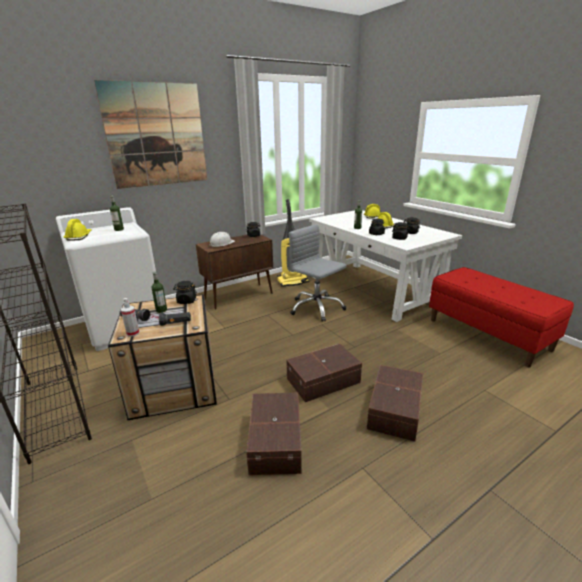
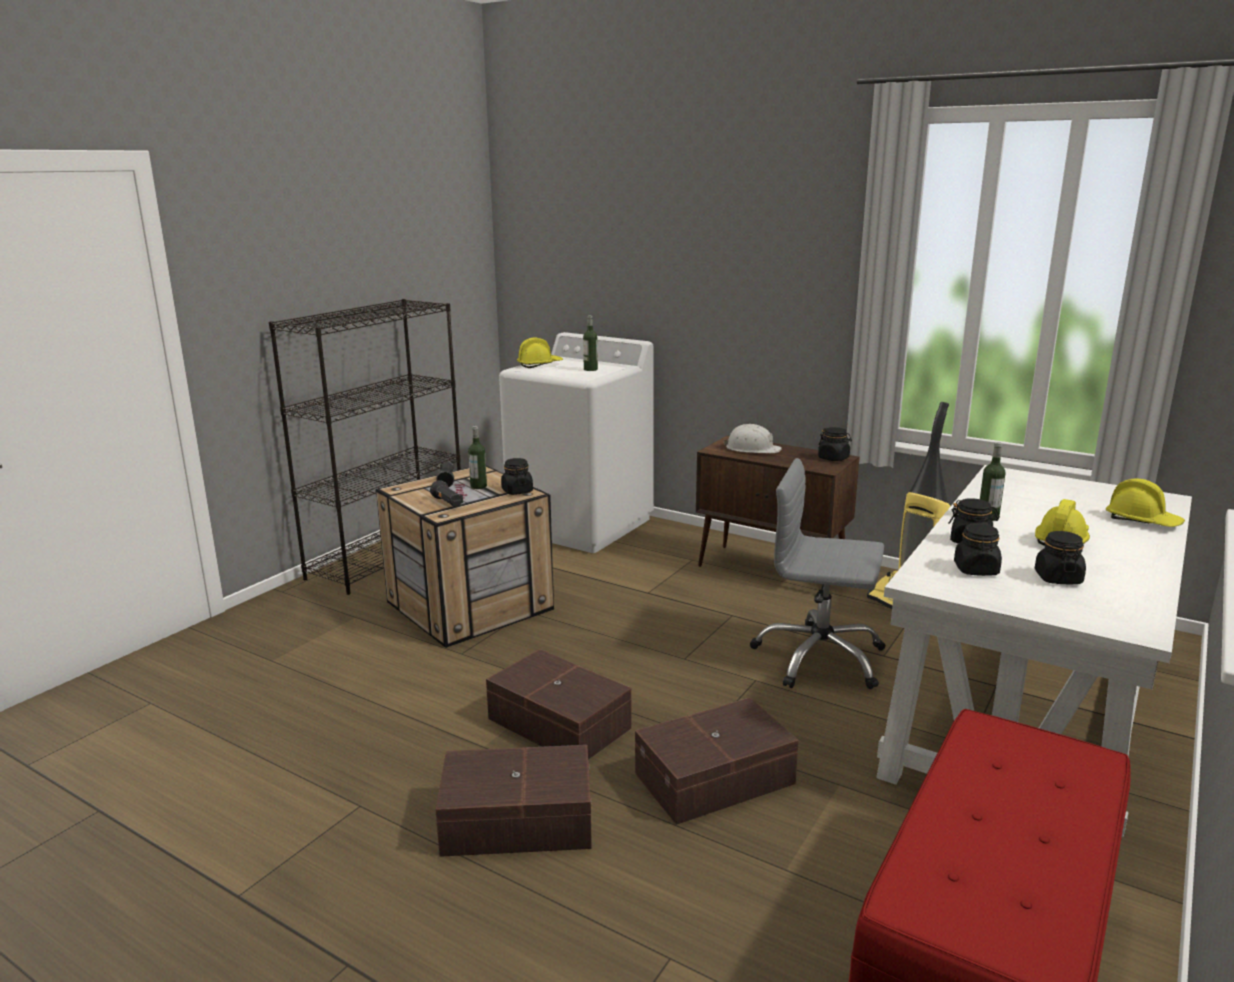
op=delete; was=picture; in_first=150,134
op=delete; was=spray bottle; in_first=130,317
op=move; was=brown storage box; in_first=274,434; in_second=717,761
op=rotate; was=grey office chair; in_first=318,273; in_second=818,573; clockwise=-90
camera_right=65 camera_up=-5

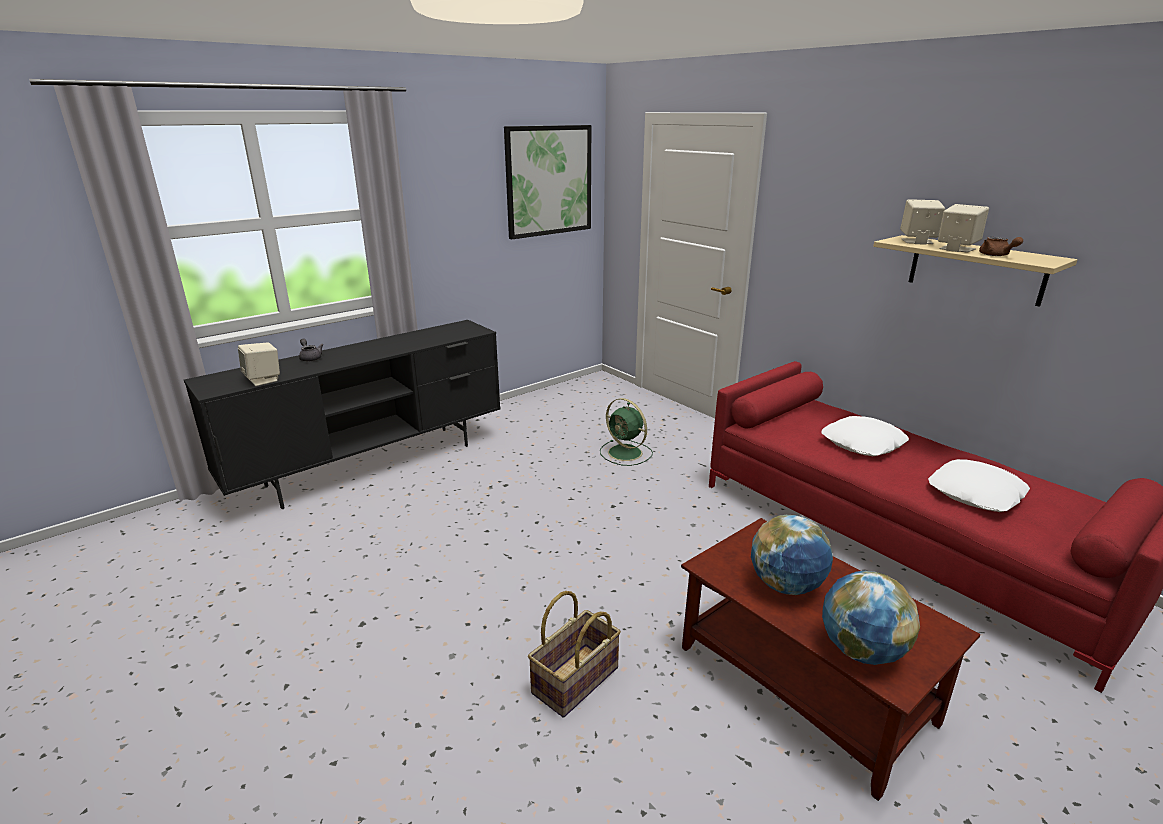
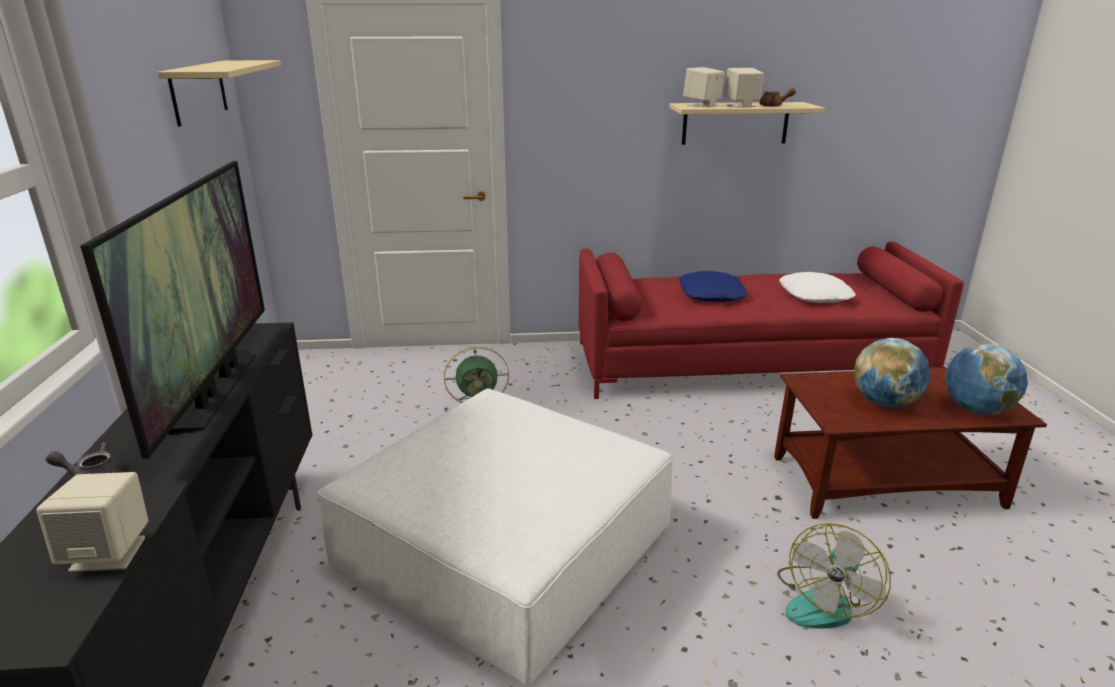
op=replace; was=picture; now=beige shelf; in_first=547,182; in_second=219,93
op=replace; was=basket; now=fan; in_first=574,654; in_second=834,576
op=recolor; was=white pillow; now=blue pillow; in_first=865,436; in_second=713,286
op=insert; now=television; in_second=172,310
op=insert; now=white ottoman; in_second=495,537
camera_right=-55 camera_up=0

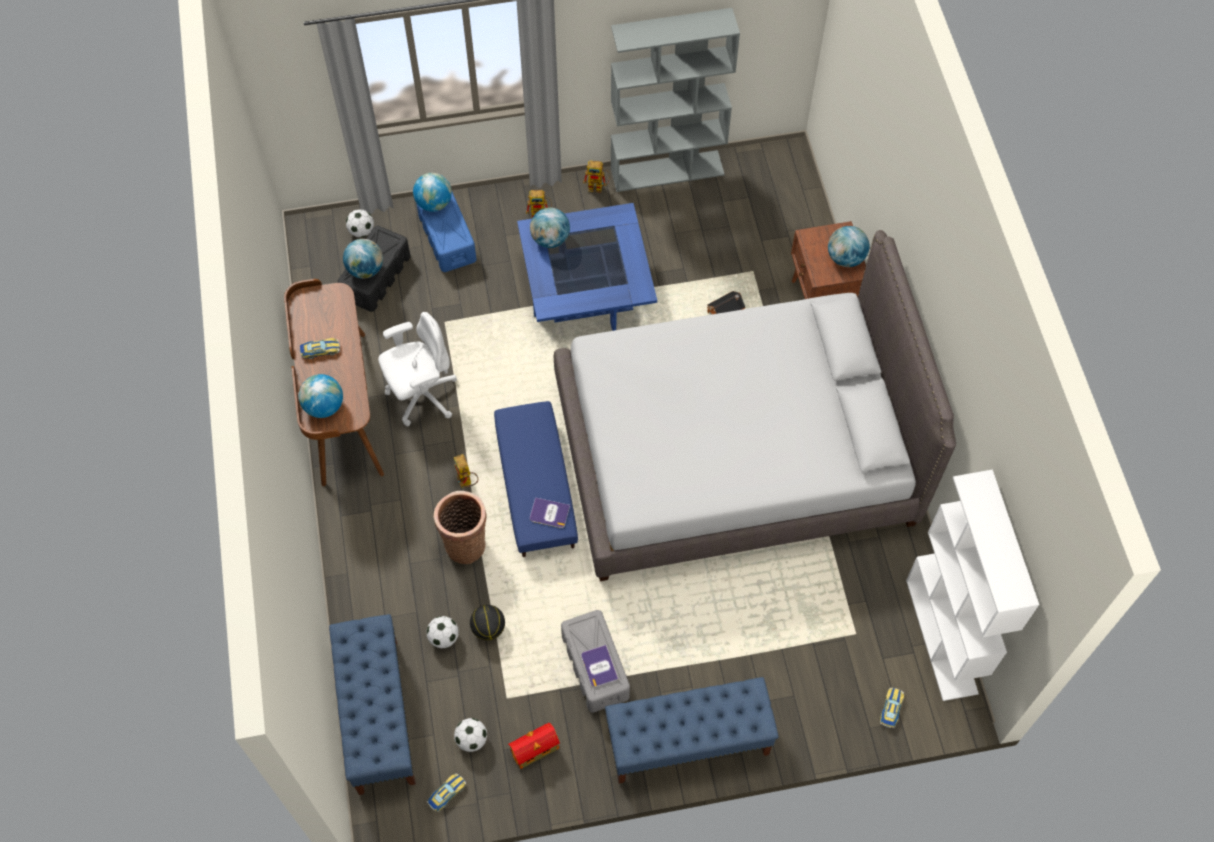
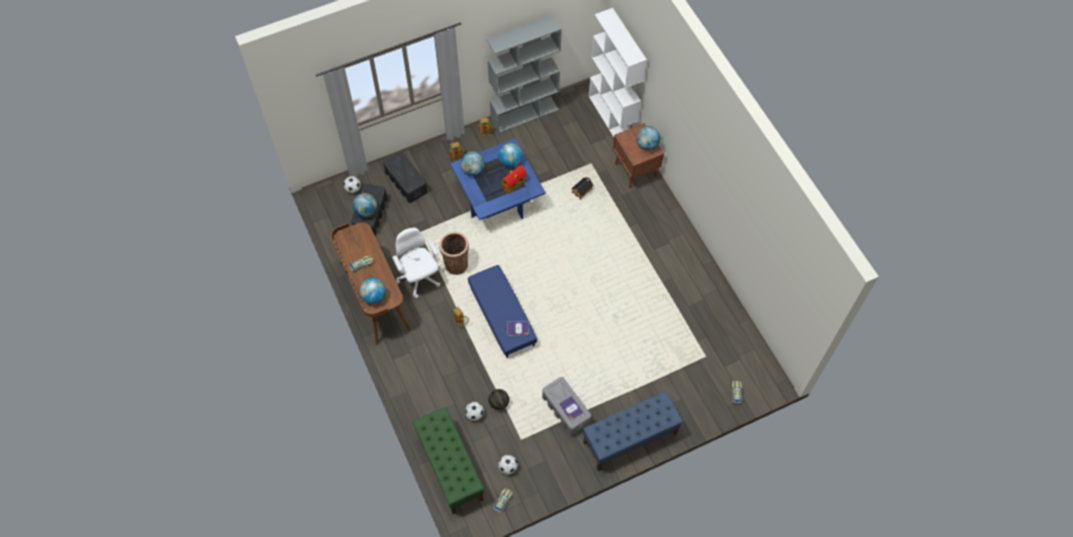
op=recolor; was=blue bench; now=green bench; in_first=372,704; in_second=448,460
op=rotate; was=white office chair; in_first=417,369; in_second=416,263; clockwise=-75
op=move; was=globe; in_first=432,192; in_second=510,155
op=recolor; was=blue storage box; now=black storage box; in_first=446,232; in_second=405,177
op=move; was=basket; in_first=460,527; in_second=454,253
op=move; was=toy house; in_first=534,746; in_second=514,179
op=delete; was=grey bed; in_first=755,405
op=move; was=white bookcase; in_first=972,585; in_second=618,72
camera_right=-15 camera_up=0

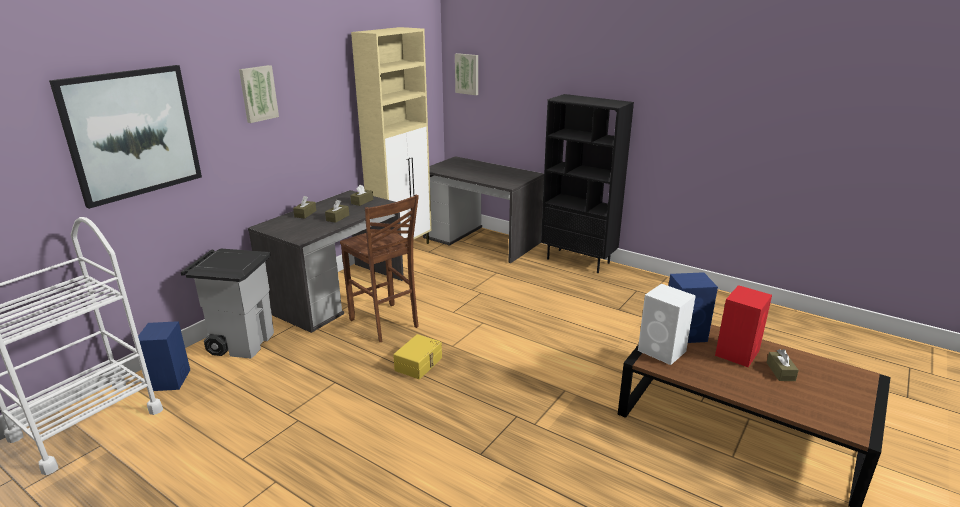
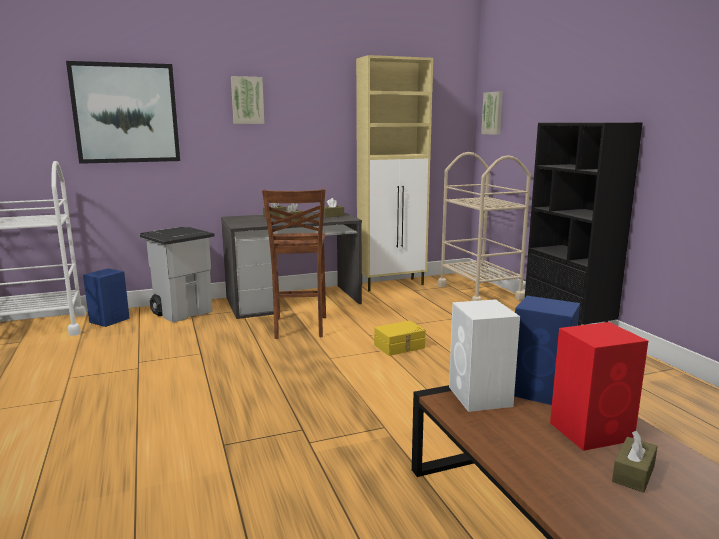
op=move; was=yellow storage box; in_first=417,356; in_second=400,338
op=replace; was=grey desk; now=beige cart; in_first=483,209; in_second=484,226
camera_right=35 camera_up=-10

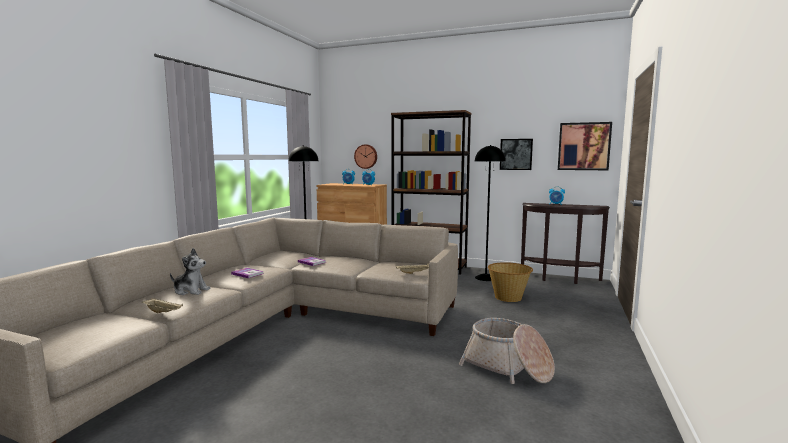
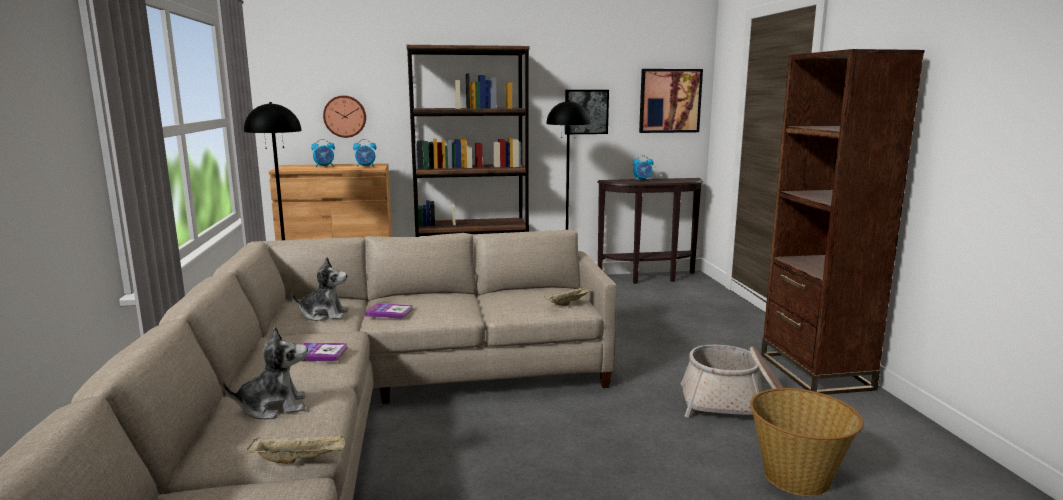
op=move; was=basket; in_first=510,282; in_second=807,442
op=insert; now=plush toy; in_second=319,289
op=insert; now=brown bookcase; in_second=843,222
camera_right=-30 camera_up=5

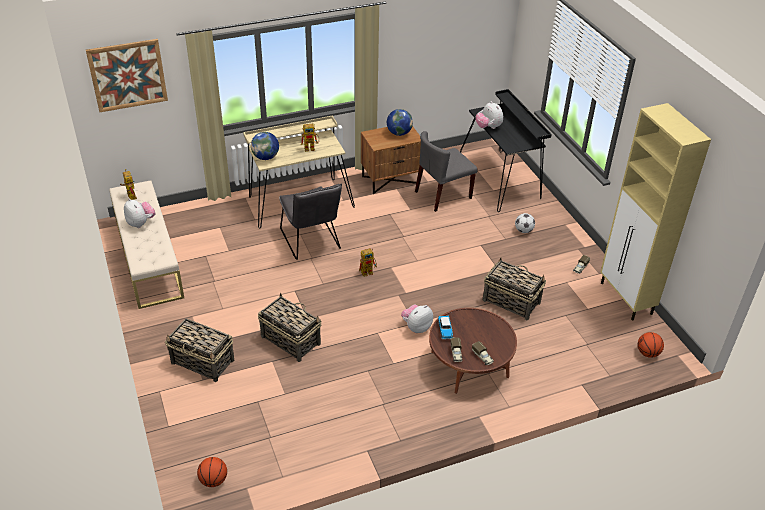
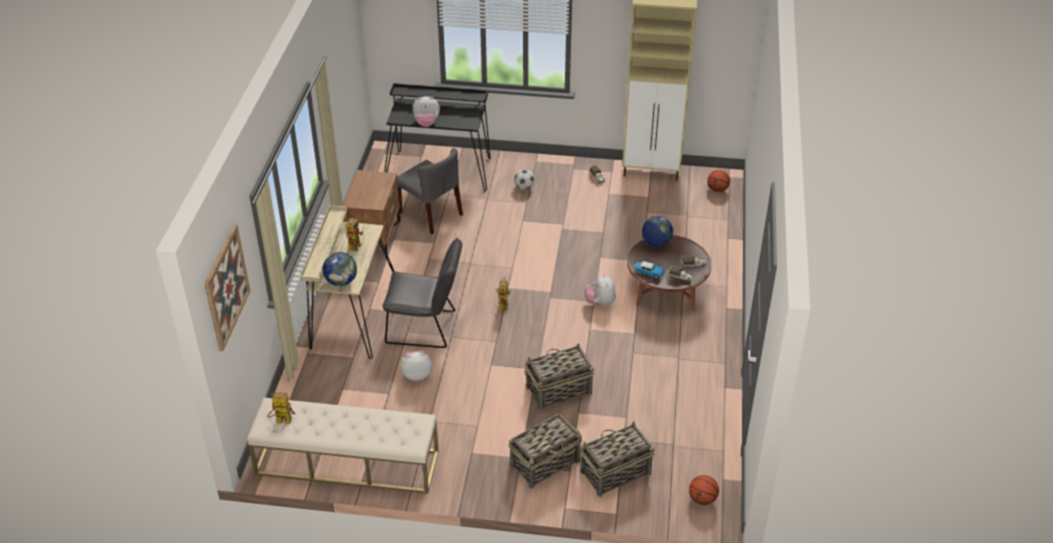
op=move; was=plush toy; in_first=140,213; in_second=416,365
op=move; was=globe; in_first=400,122; in_second=657,231
op=rotate; was=grey chair; in_first=446,171; in_second=430,191; clockwise=-45
op=move; was=basket; in_first=514,288; in_second=617,459
camera_right=-60 camera_up=0

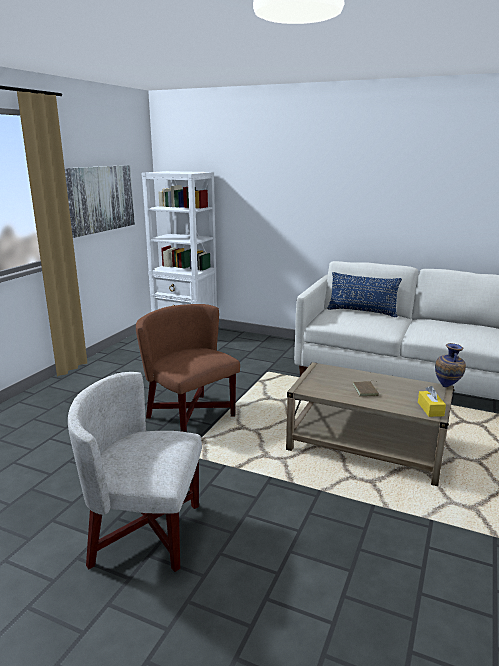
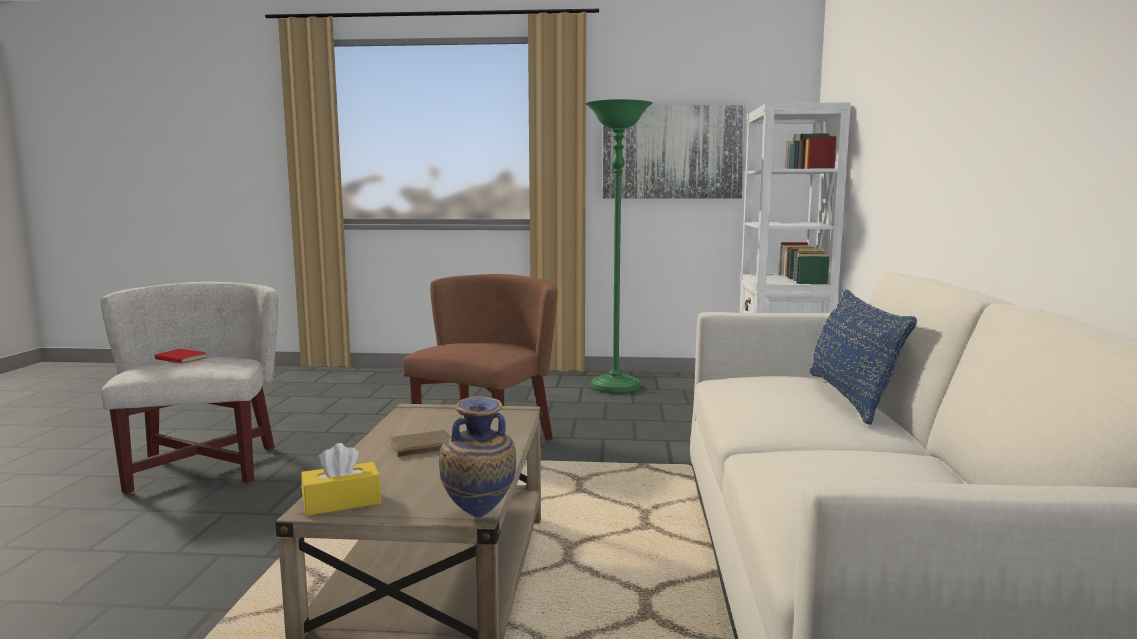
op=insert; now=red book; in_second=181,356
op=insert; now=green floor lamp; in_second=619,246
camera_right=70 camera_up=-10

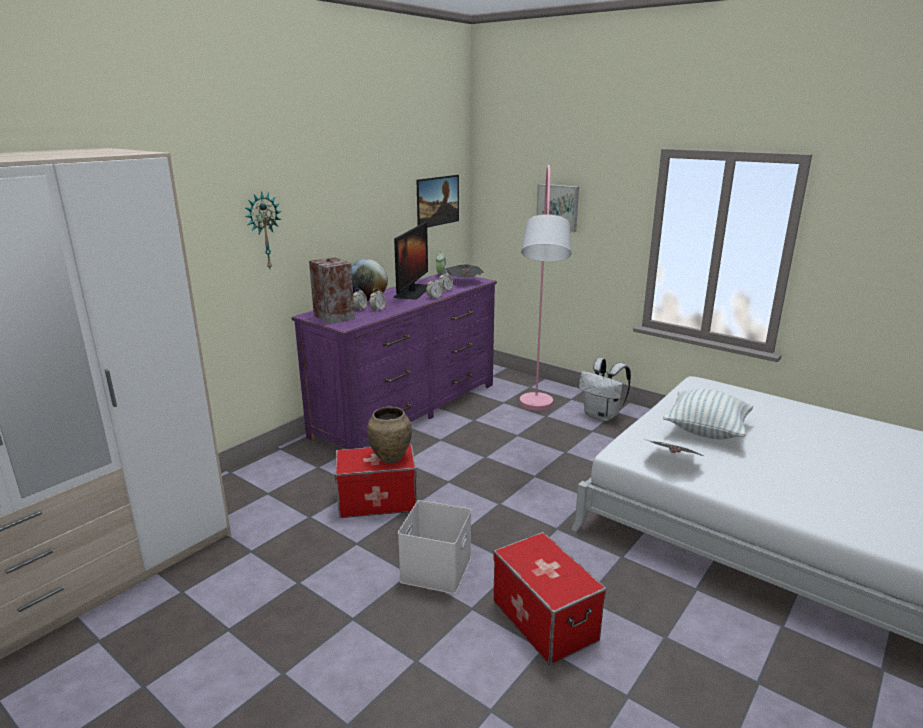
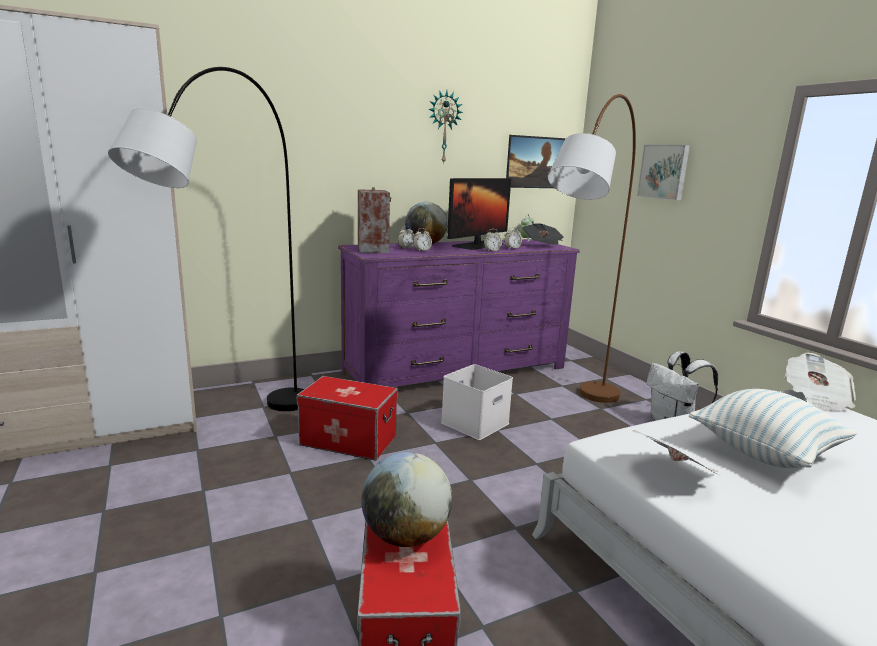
op=move; was=wall clock; in_first=263,230; in_second=445,127
op=delete; was=brown vase; in_first=389,435
op=move; was=white storage box; in_first=434,547; in_second=477,402
op=recolor; was=pink floor lamp; now=brown floor lamp; in_first=546,288; in_second=592,248
op=insert; now=grey floor lamp; in_second=206,239
op=insert; now=globe; in_second=406,499
op=insert; now=newspaper; in_second=820,382
camera_right=25 camera_up=-5

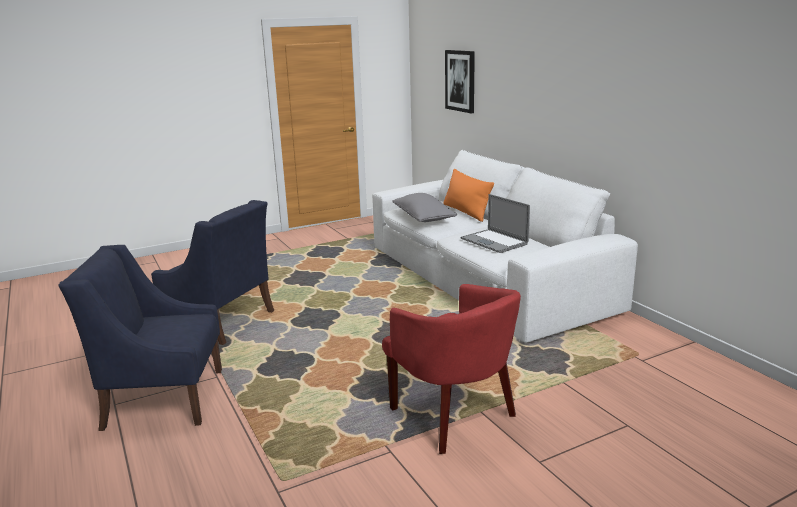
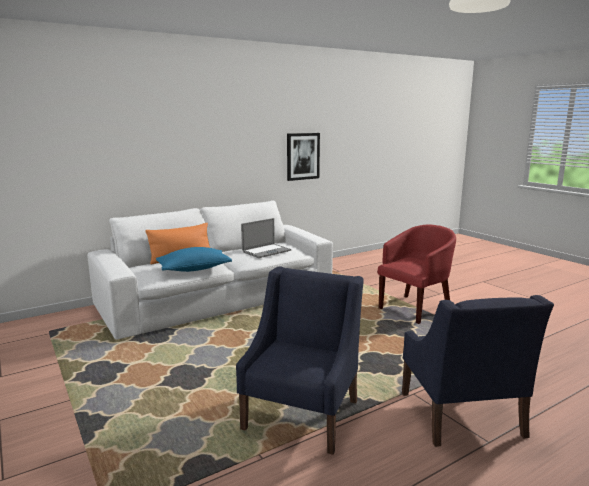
op=recolor; was=grey pillow; now=blue pillow; in_first=424,207; in_second=194,259
op=move; was=picture; in_first=460,81; in_second=303,157
camera_right=-95 camera_up=-5

